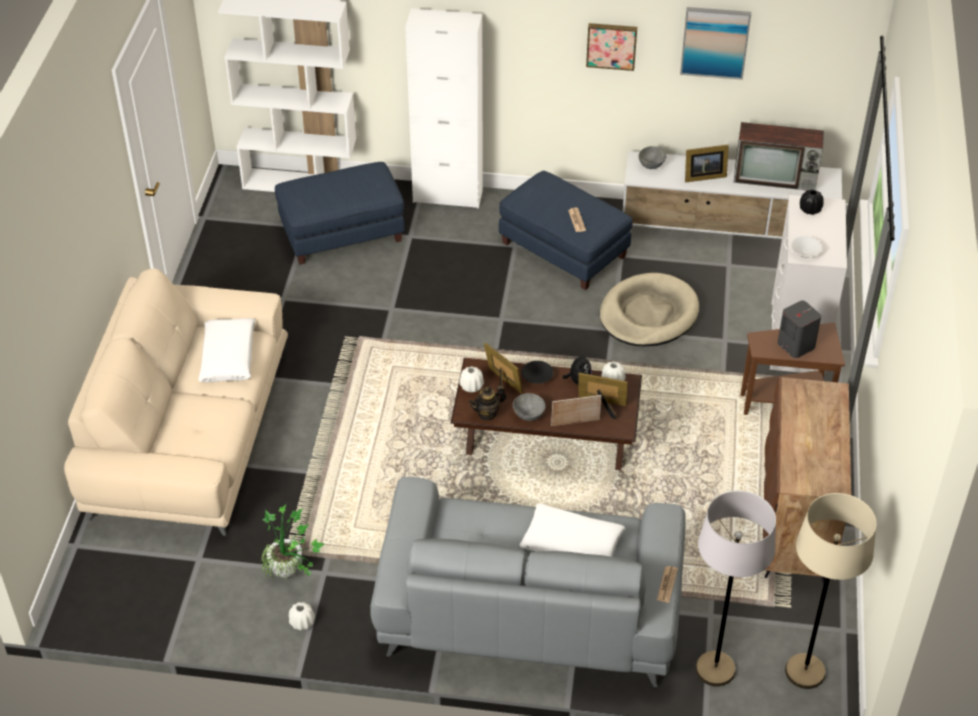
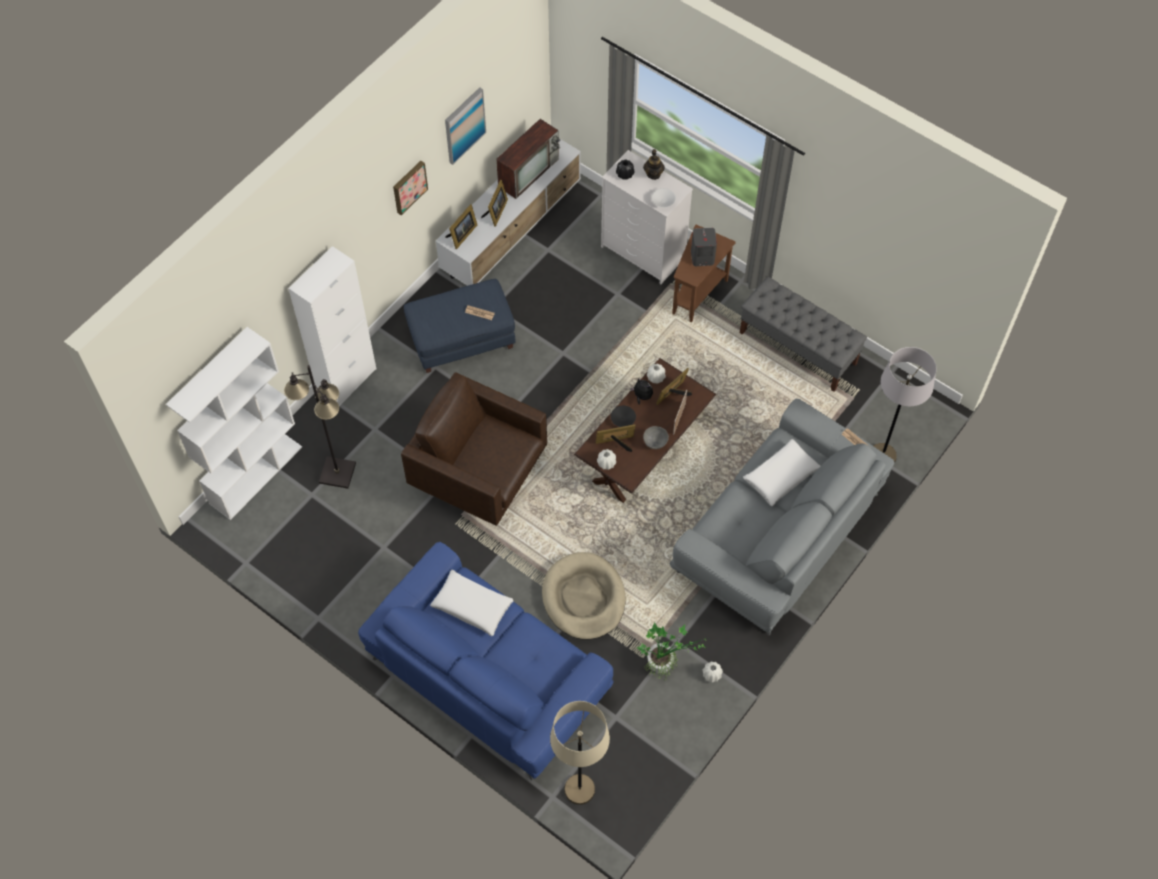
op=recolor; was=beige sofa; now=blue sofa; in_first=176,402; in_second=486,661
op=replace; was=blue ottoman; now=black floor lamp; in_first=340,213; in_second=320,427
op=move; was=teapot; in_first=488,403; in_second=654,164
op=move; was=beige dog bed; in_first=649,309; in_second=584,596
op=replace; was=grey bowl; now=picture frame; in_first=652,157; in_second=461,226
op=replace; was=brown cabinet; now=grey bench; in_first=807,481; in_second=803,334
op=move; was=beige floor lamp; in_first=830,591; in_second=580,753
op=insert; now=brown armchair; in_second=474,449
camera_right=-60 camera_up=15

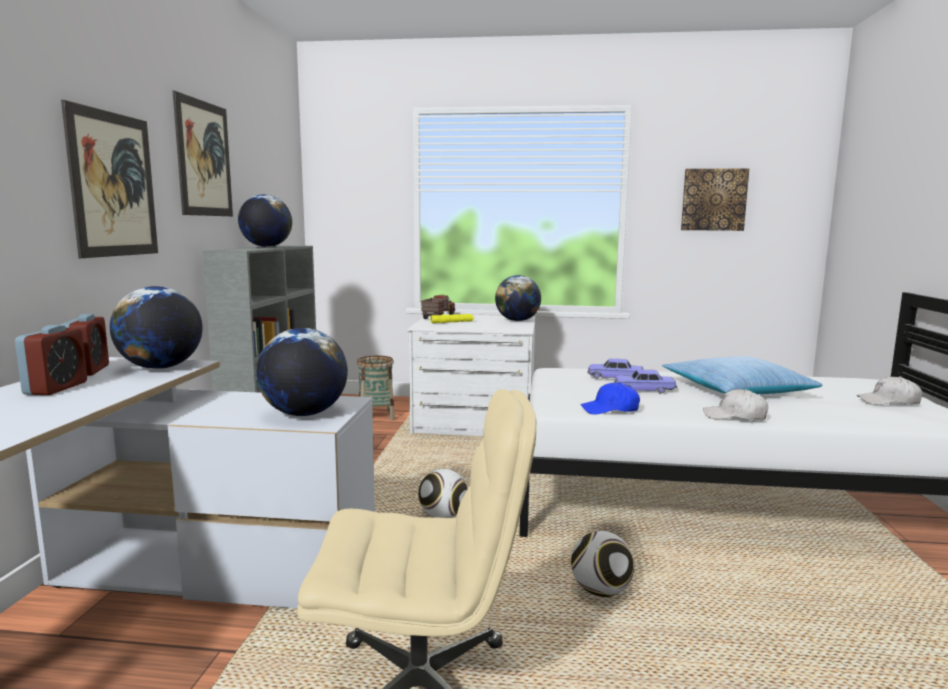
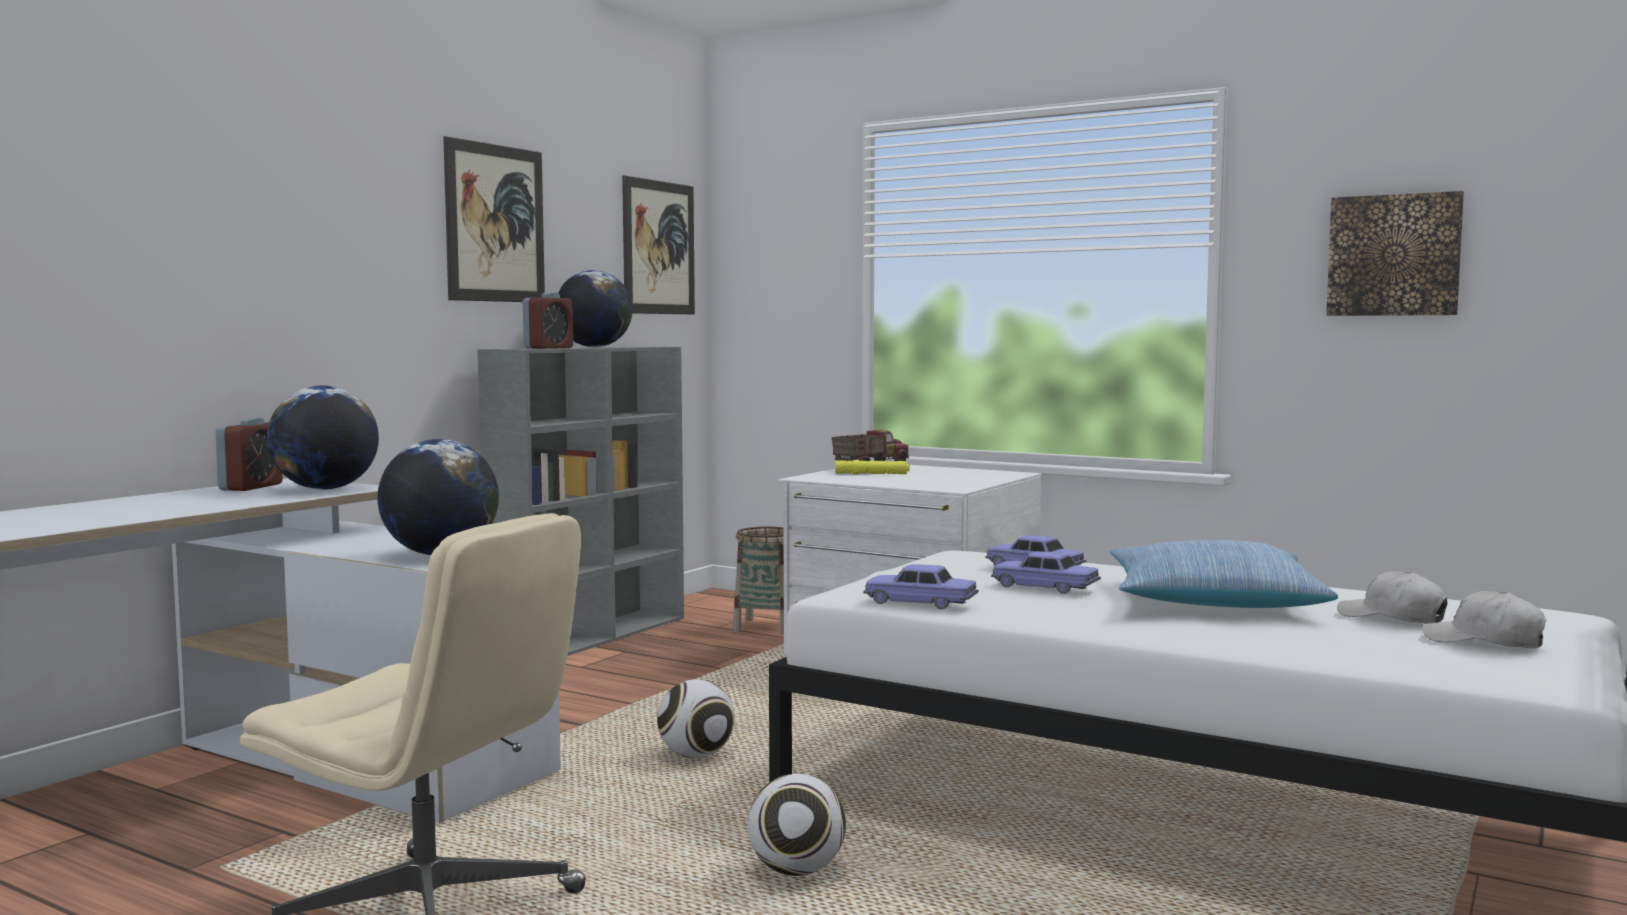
op=move; was=alarm clock; in_first=51,360; in_second=548,320
op=move; was=picture; in_first=109,179; in_second=658,244
op=delete; was=globe; in_first=518,298
op=replace; was=blue cap; now=toy car; in_first=610,398; in_second=921,586
op=move; was=white cap; in_first=735,404; in_second=1392,597
camera_right=25 camera_up=-5

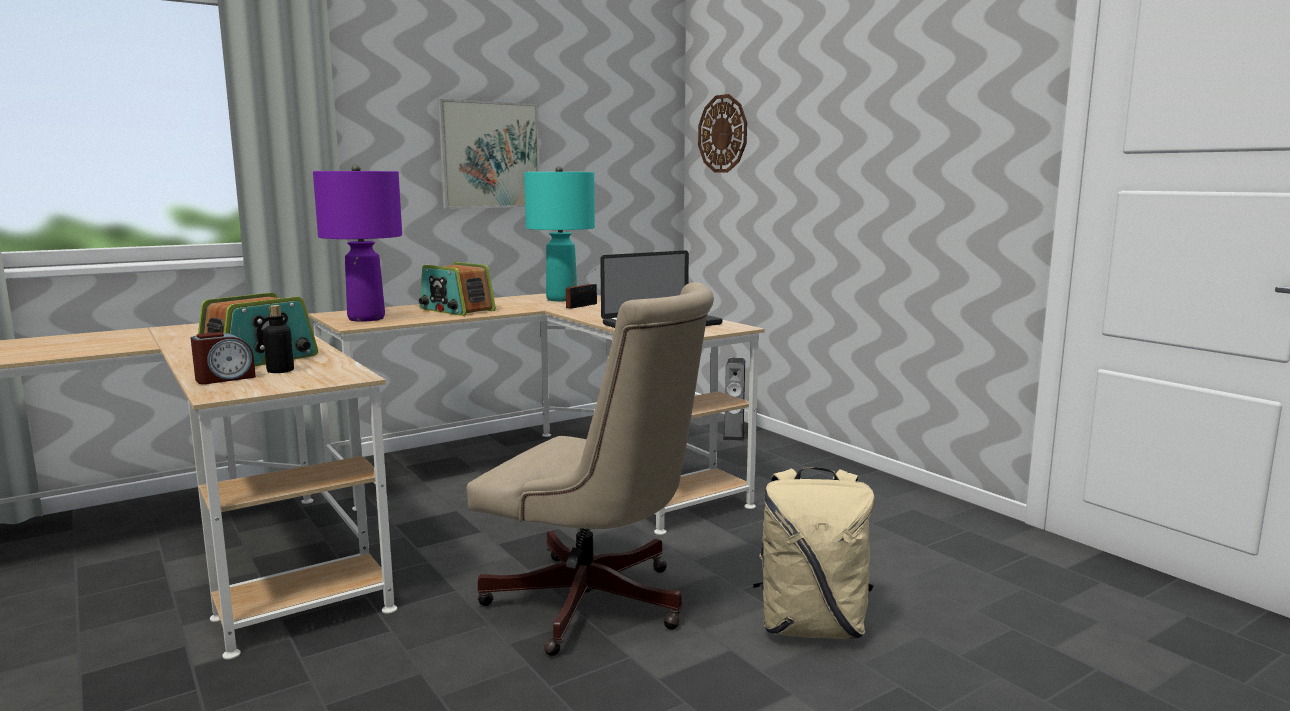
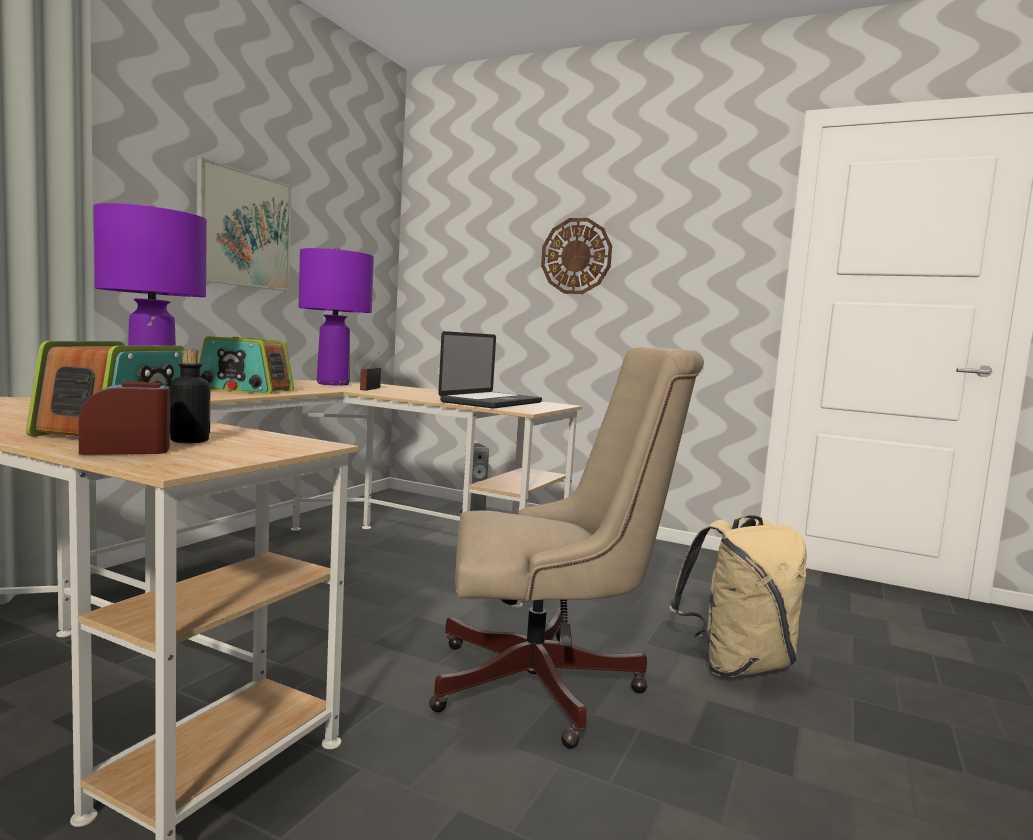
op=rotate; was=alarm clock; in_first=223,358; in_second=124,418; clockwise=-135
op=recolor; was=turquoise table lamp; now=purple table lamp; in_first=559,233; in_second=336,316
op=move; was=wall clock; in_first=722,133; in_second=576,256
camera_right=-30 camera_up=-5

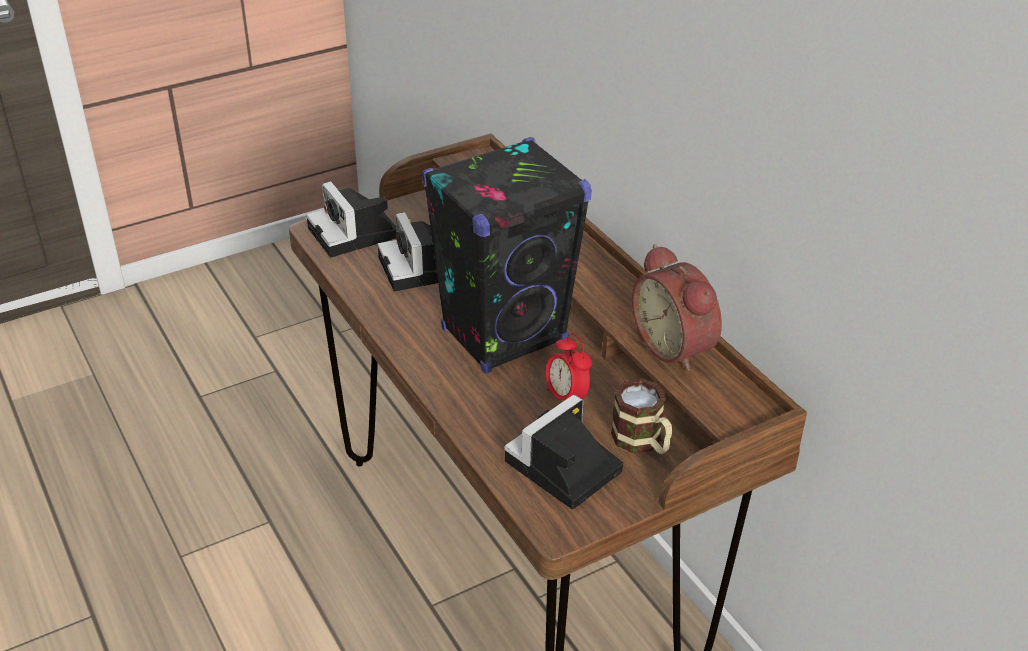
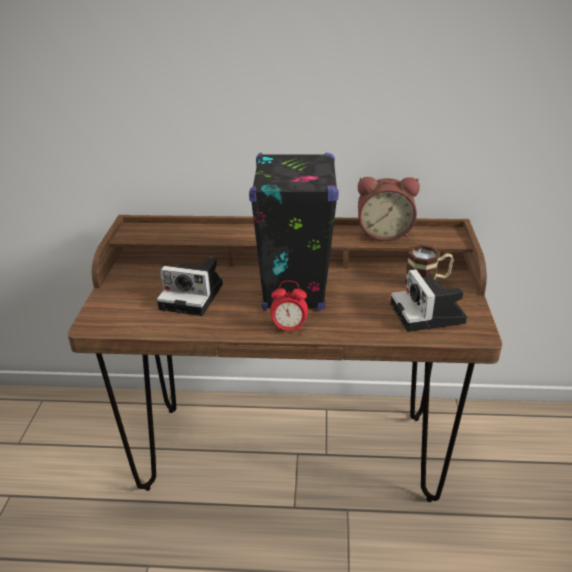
op=delete; was=photo camera; in_first=351,219
op=move; was=alarm clock; in_first=569,367; in_second=289,307
camera_right=-55 camera_up=-5

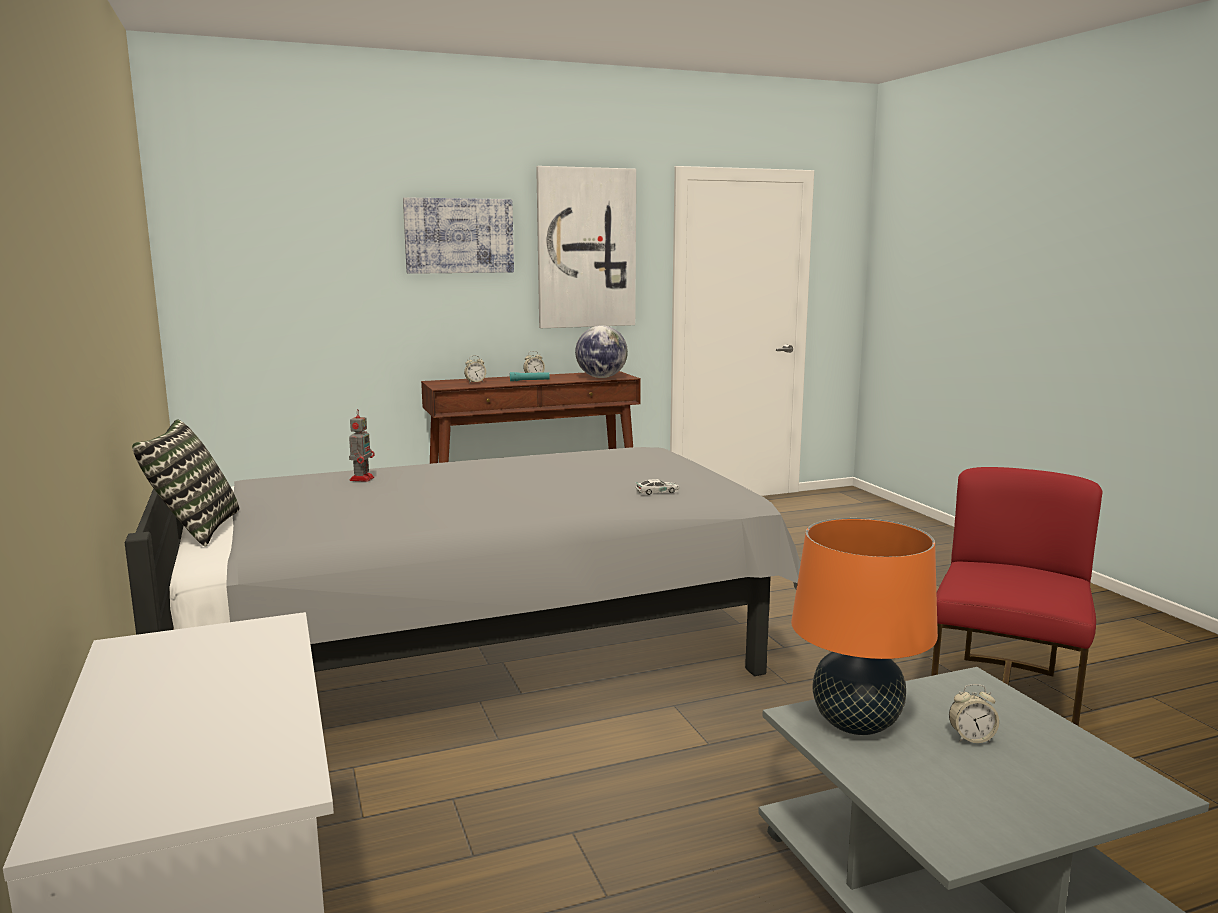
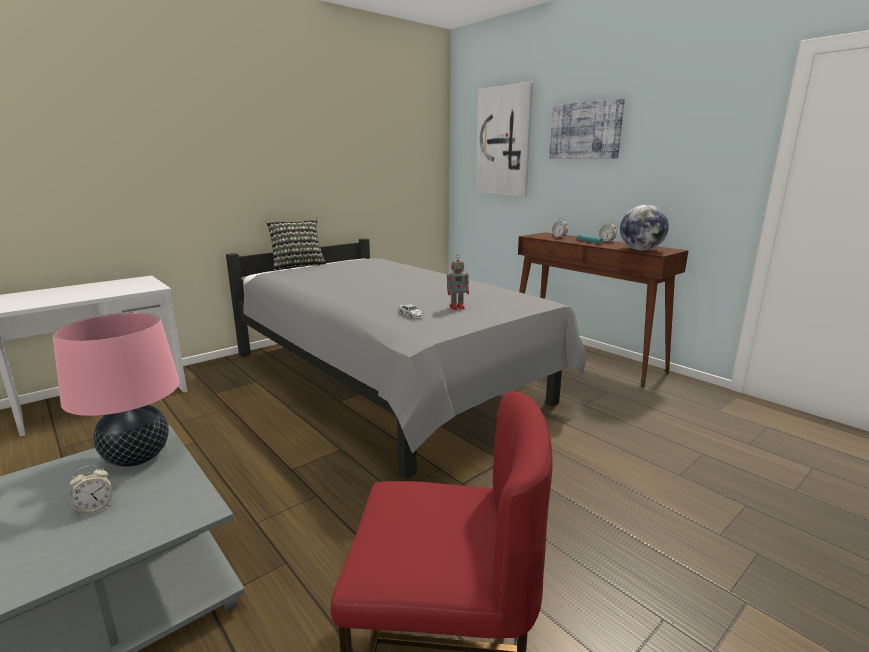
op=move; was=toy robot; in_first=362,445; in_second=458,283
op=move; was=picture; in_first=586,247; in_second=504,139
op=recolor; was=orange table lamp; now=pink table lamp; in_first=864,626; in_second=116,389
op=rotate; was=alarm clock; in_first=974,713; in_second=91,490; clockwise=-105
camera_right=70 camera_up=5

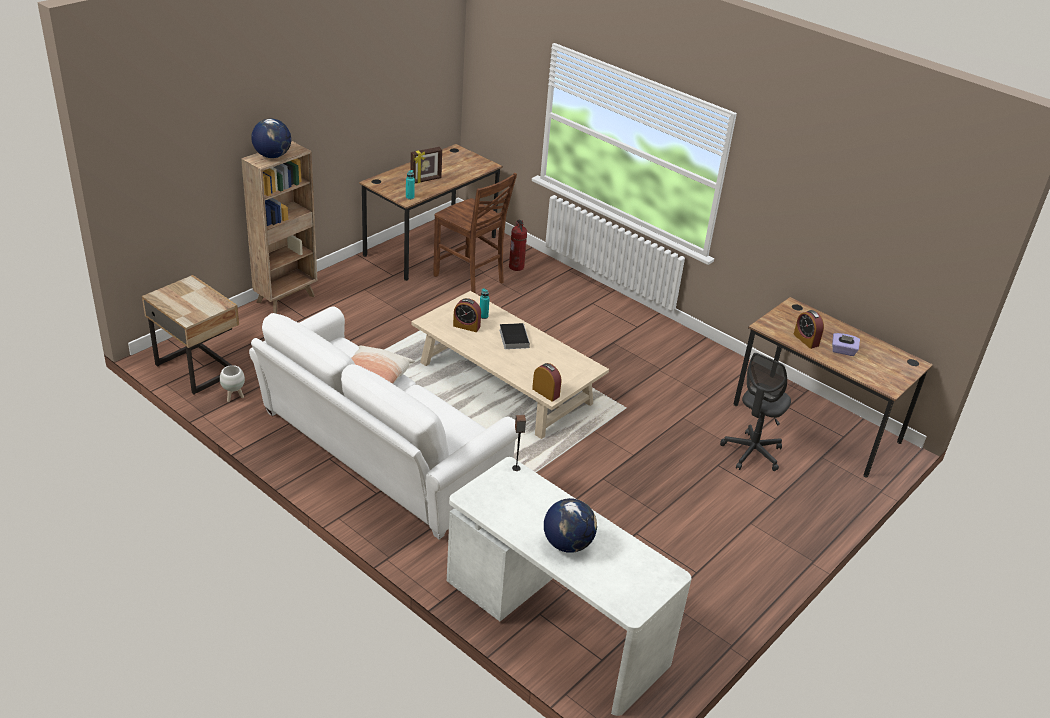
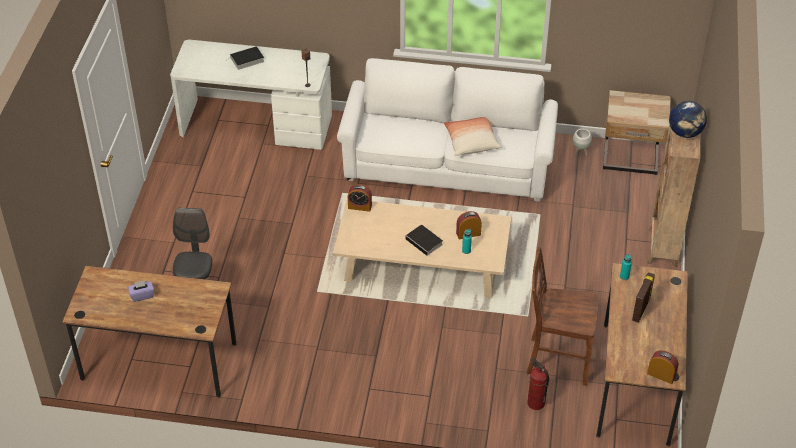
op=replace; was=globe; now=book; in_first=570,525; in_second=245,58
op=move; was=alarm clock; in_first=808,329; in_second=662,367
camera_right=150 camera_up=10

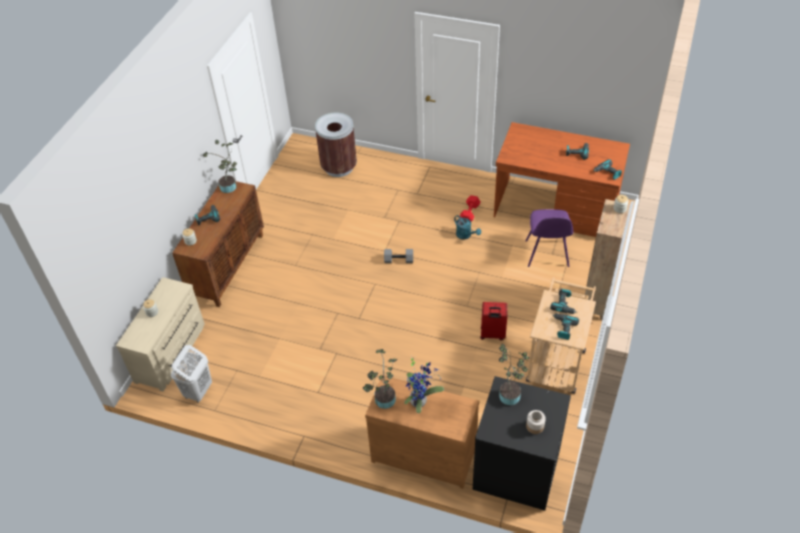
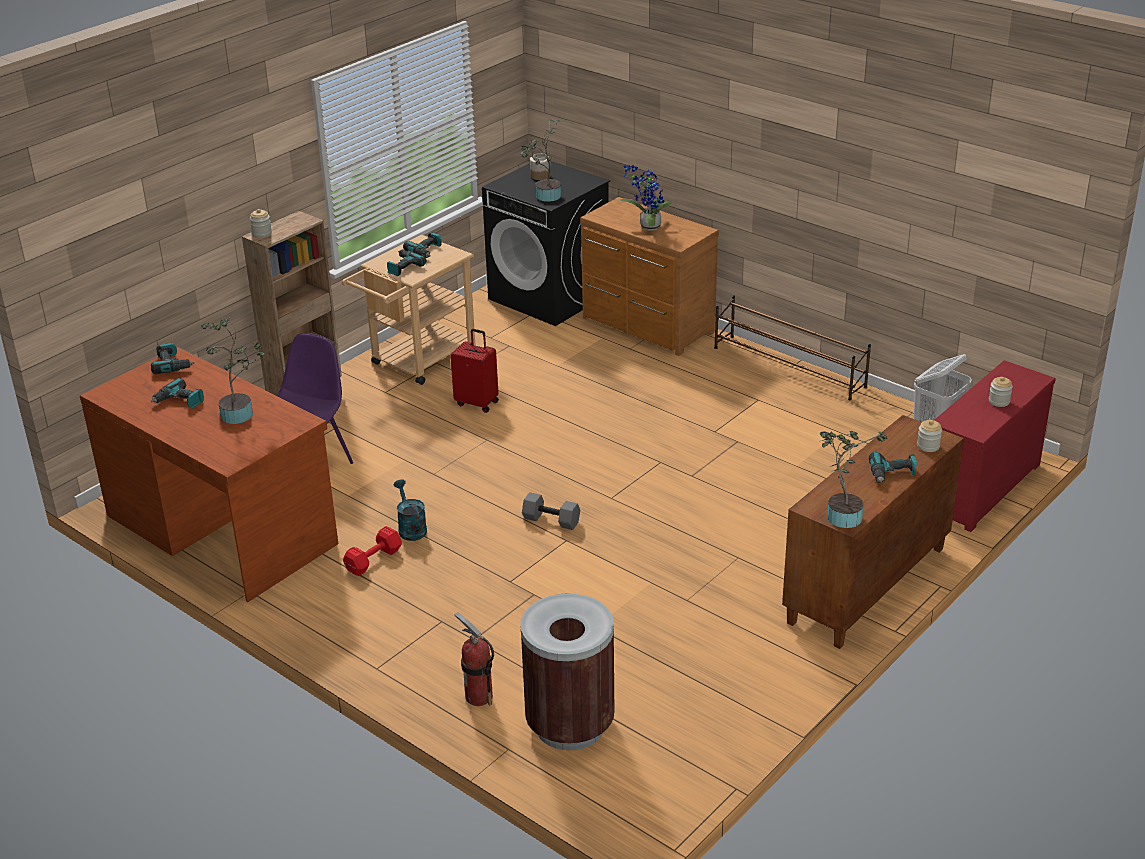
op=recolor; was=beige dresser; now=red dresser; in_first=160,334; in_second=995,446
op=move; was=potted plant; in_first=380,379; in_second=233,370
op=insert; now=fire extinguisher; in_second=474,659
op=insert; now=brown shoe rack; in_second=792,347
camera_right=-160 camera_up=-15

